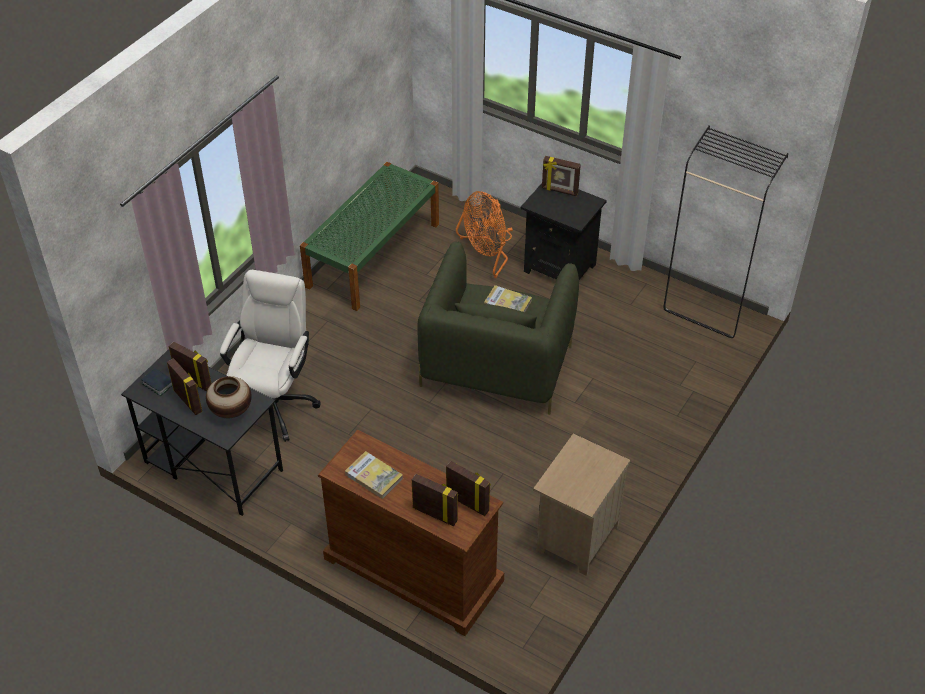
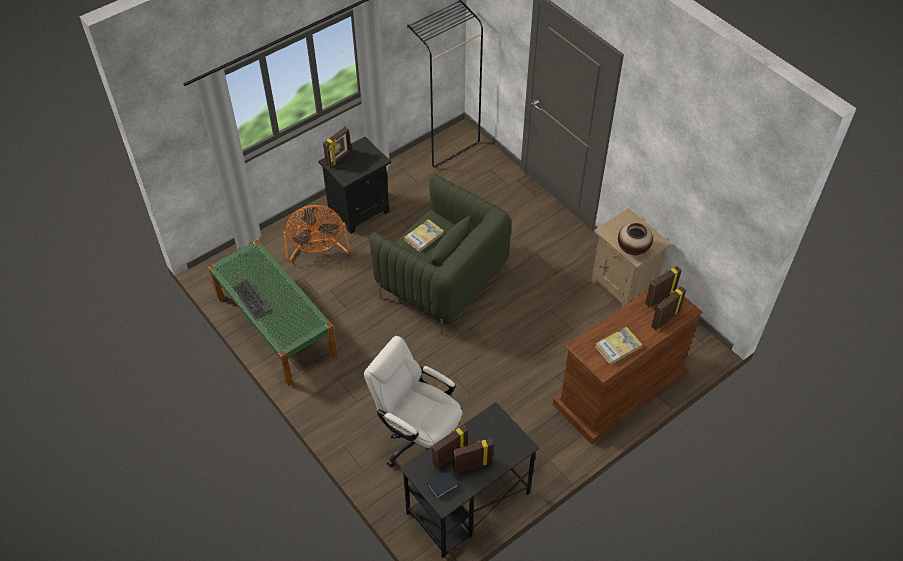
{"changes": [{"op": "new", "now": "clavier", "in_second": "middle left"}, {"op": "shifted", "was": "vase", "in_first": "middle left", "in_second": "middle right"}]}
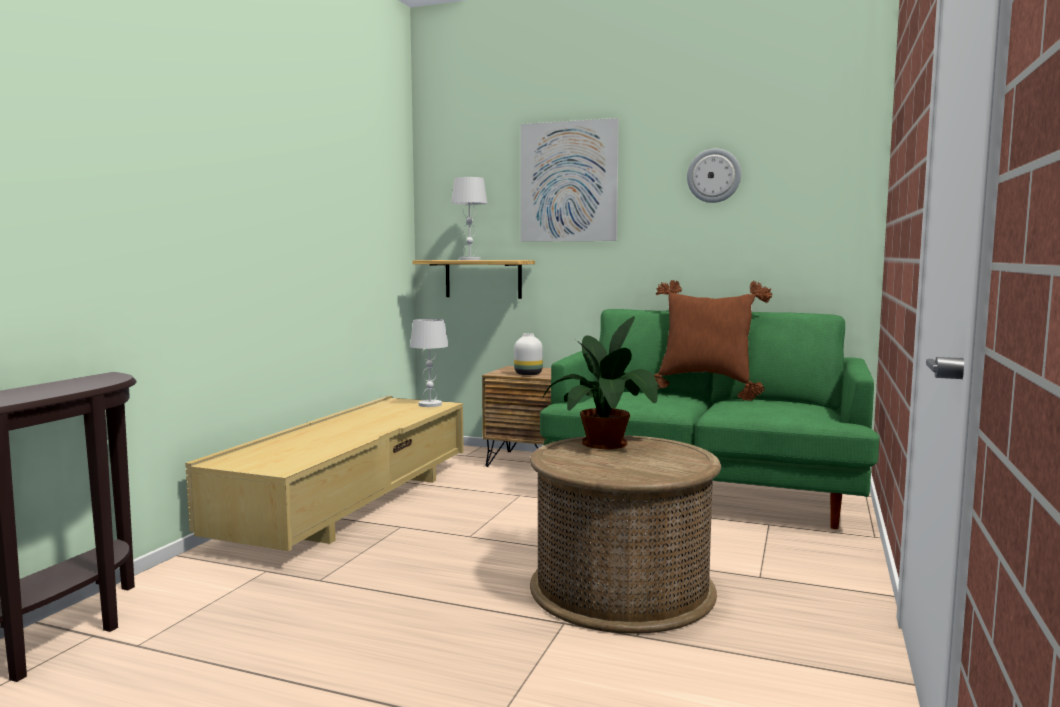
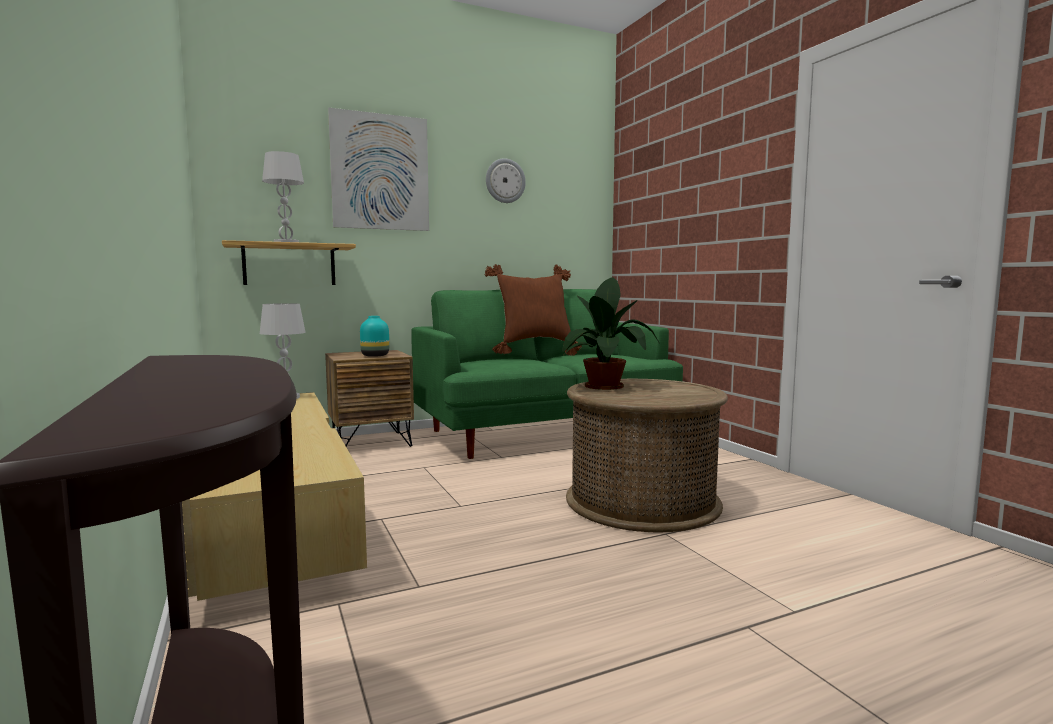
{"changes": [{"op": "repainted", "was": "vase/blanc", "now": "vase/turquoise", "in_first": "centre", "in_second": "centre"}]}
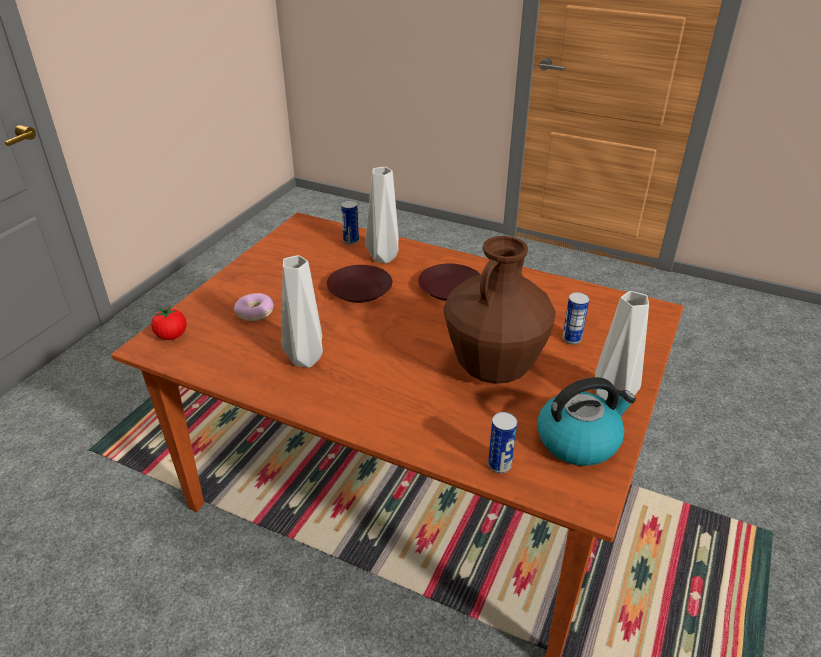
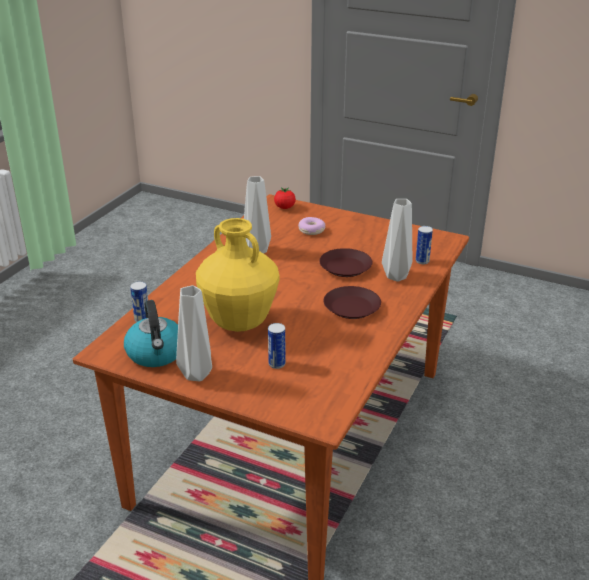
{"changes": [{"op": "repainted", "was": "vase/marron", "now": "vase/jaune", "in_first": "centre", "in_second": "centre"}]}
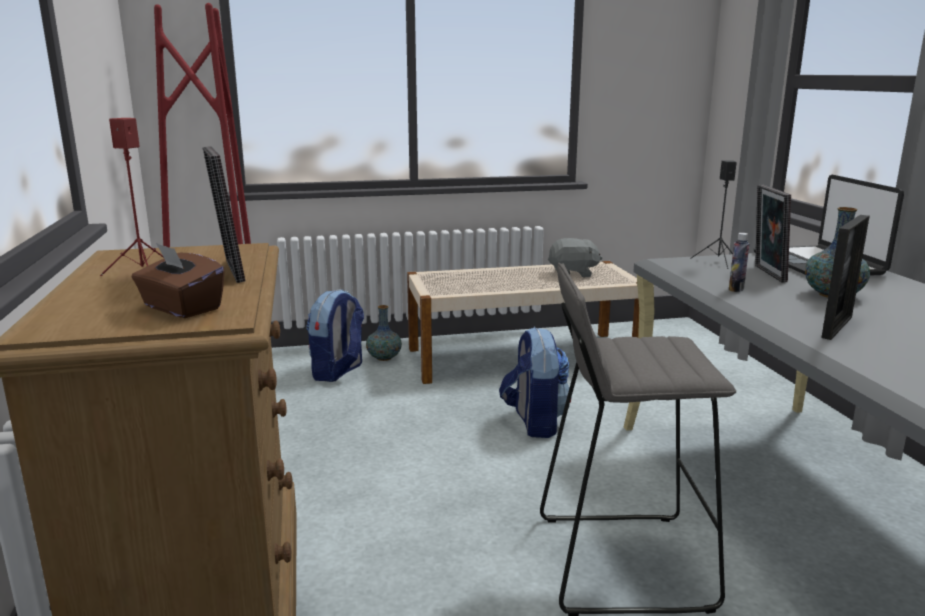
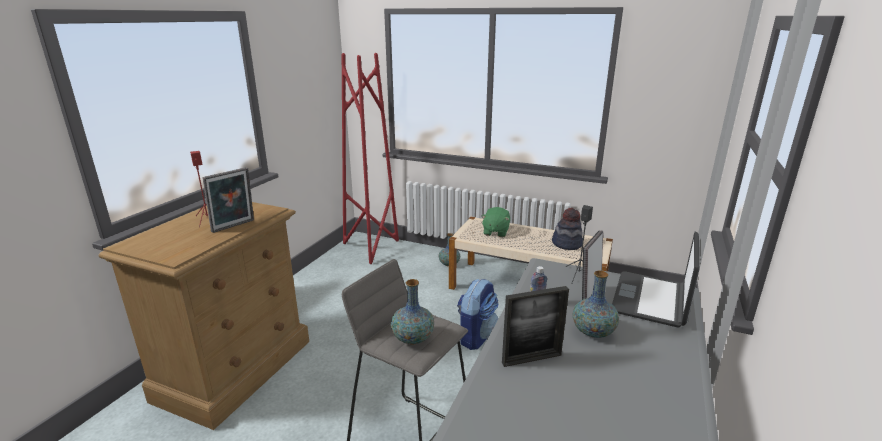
{"changes": [{"op": "rotated", "was": "cadre photo (no. 1 from left)", "in_first": "middle left", "in_second": "middle left", "clockwise": -150}, {"op": "new", "now": "vase (no. 1 from left)", "in_second": "bottom centre"}, {"op": "new", "now": "peluche/vert", "in_second": "centre"}, {"op": "swapped", "was": "peluche/gris", "now": "chapeau", "in_first": "centre", "in_second": "centre"}, {"op": "gone", "was": "boîte à mouchoirs/marron", "in_first": "middle left"}, {"op": "gone", "was": "sac à dos (no. 1 from left)", "in_first": "centre"}]}
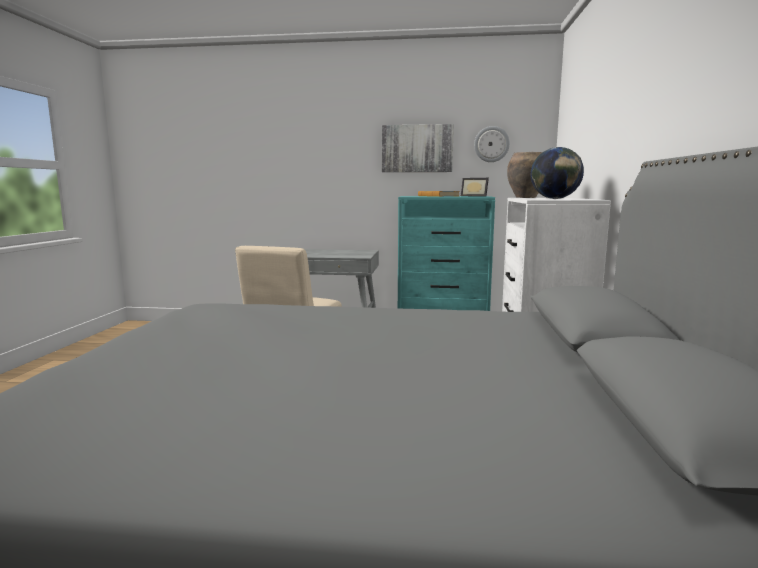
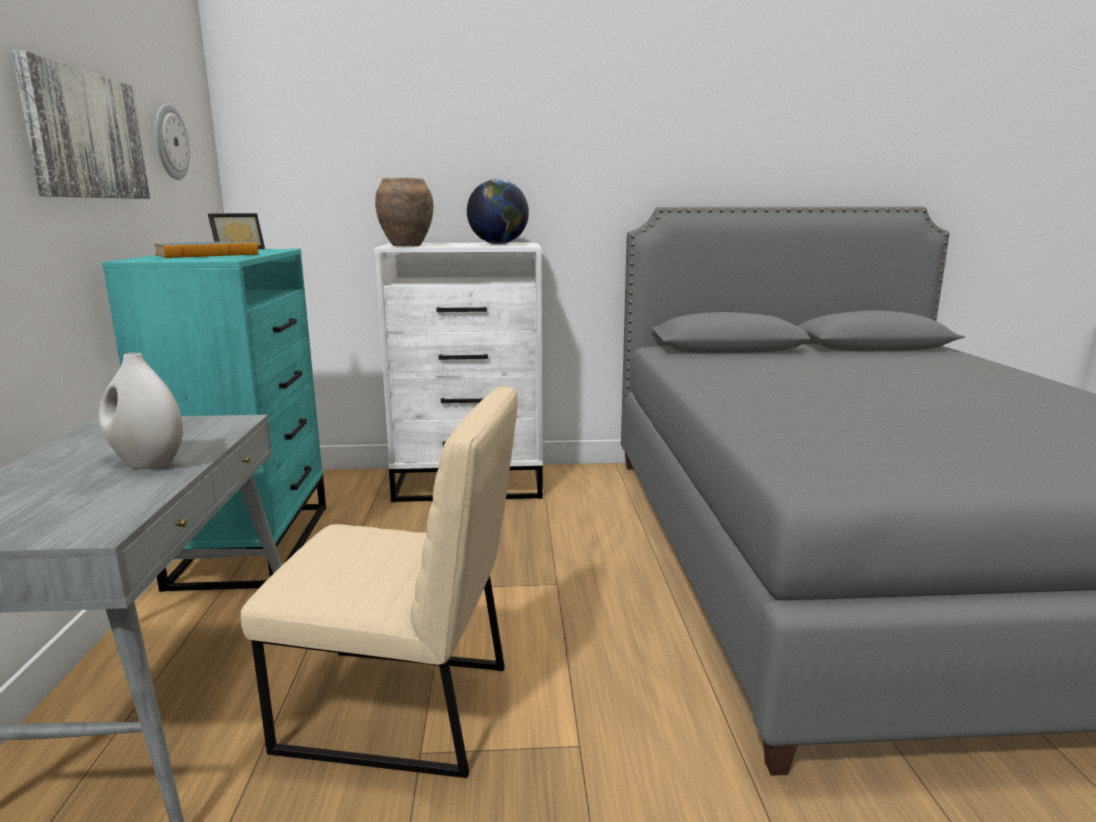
{"changes": [{"op": "new", "now": "vase/blanc", "in_second": "middle left"}]}
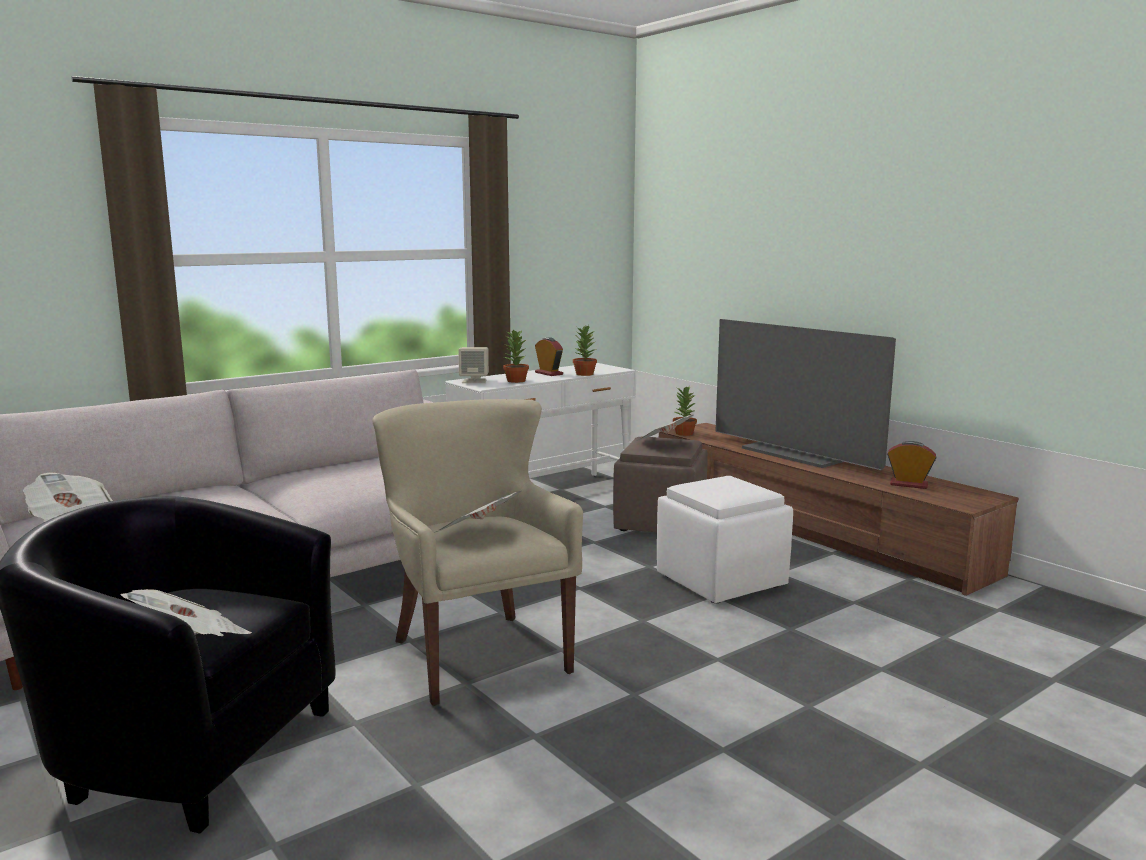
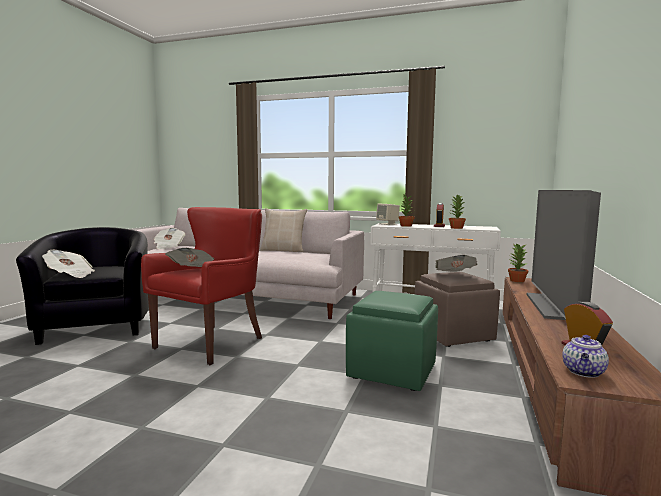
{"changes": [{"op": "repainted", "was": "fauteuil/beige", "now": "fauteuil/rouge", "in_first": "centre", "in_second": "middle left"}, {"op": "new", "now": "coussin/beige", "in_second": "centre"}, {"op": "repainted", "was": "pouf/blanc", "now": "pouf/vert", "in_first": "centre", "in_second": "bottom centre"}, {"op": "new", "now": "théière", "in_second": "bottom right"}]}
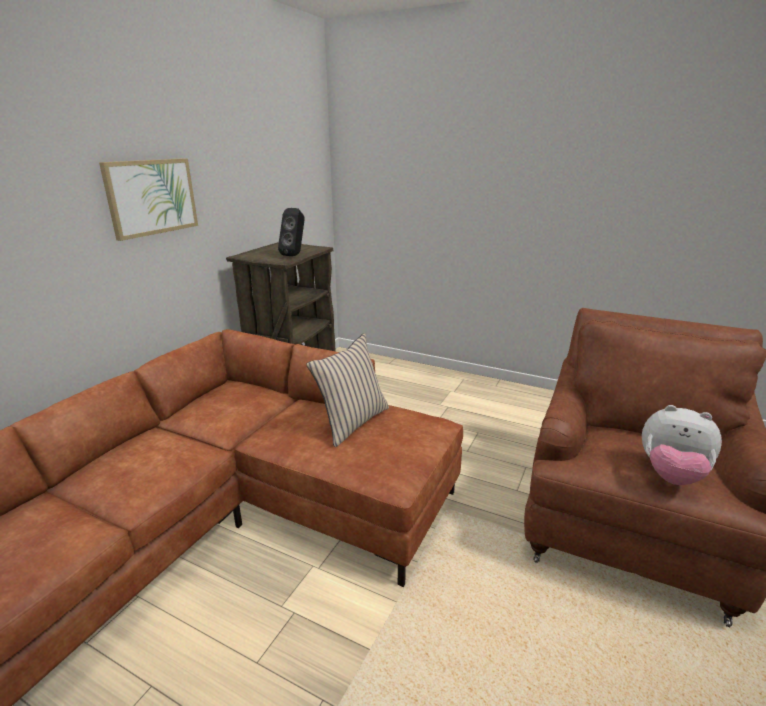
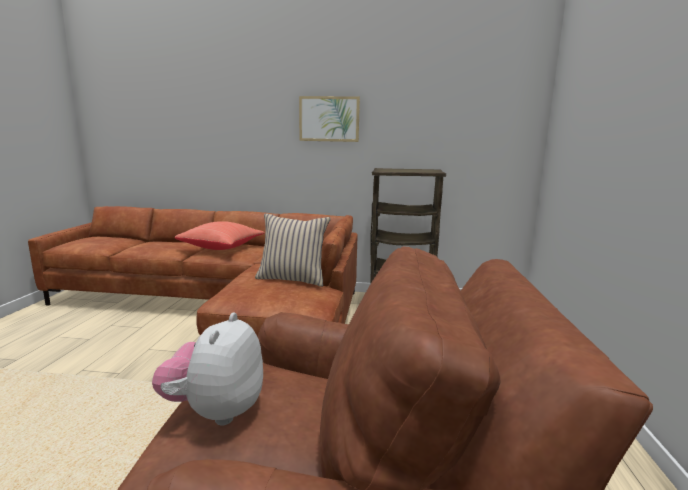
{"changes": [{"op": "new", "now": "coussin/rouge", "in_second": "middle left"}, {"op": "gone", "was": "enceinte/noir", "in_first": "top centre"}]}
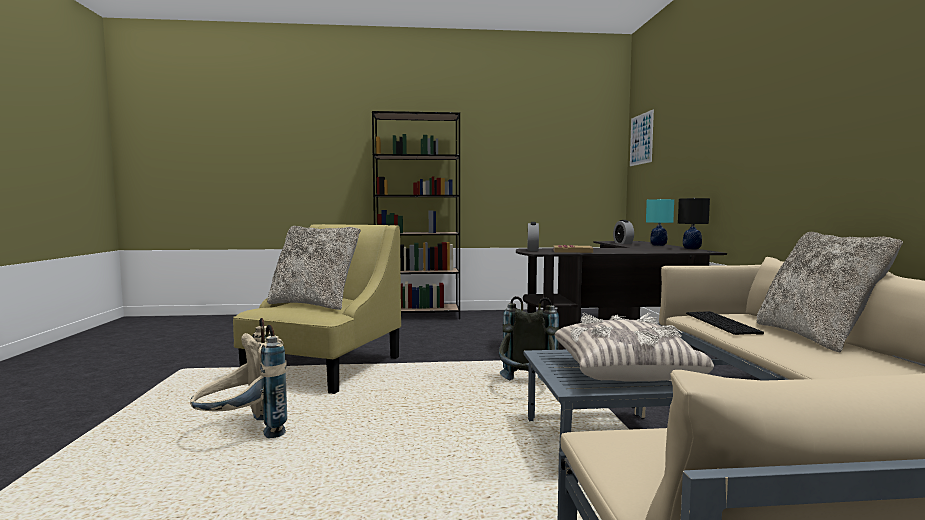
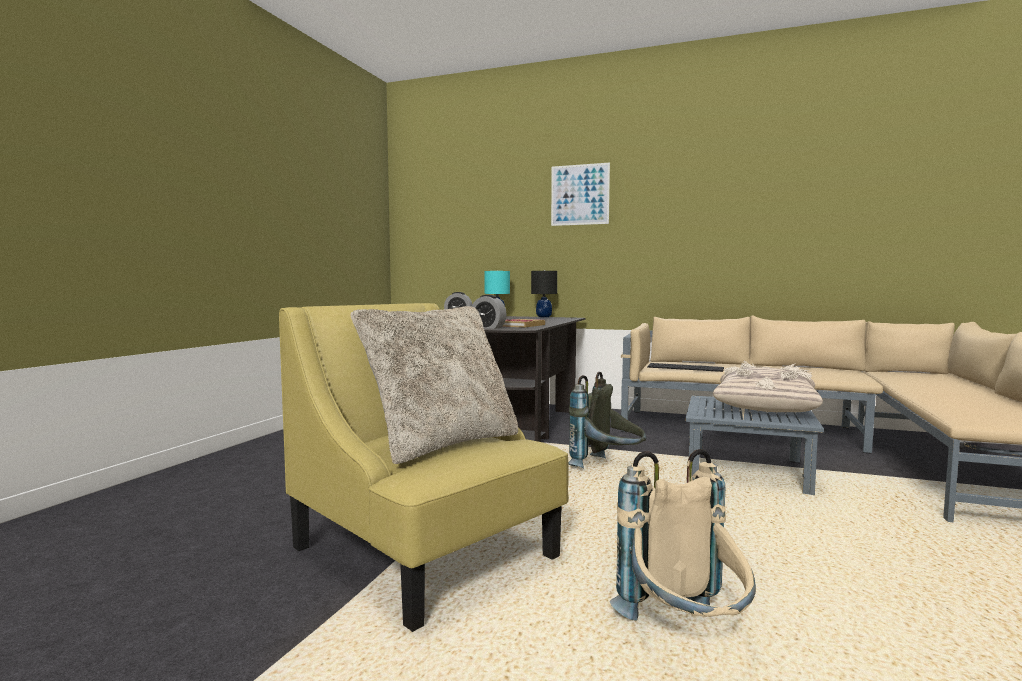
{"changes": [{"op": "shifted", "was": "tableau", "in_first": "top right", "in_second": "top centre"}, {"op": "gone", "was": "bibliothèque/beige", "in_first": "centre"}, {"op": "gone", "was": "coussin/beige (no. 3 from left)", "in_first": "middle right"}]}
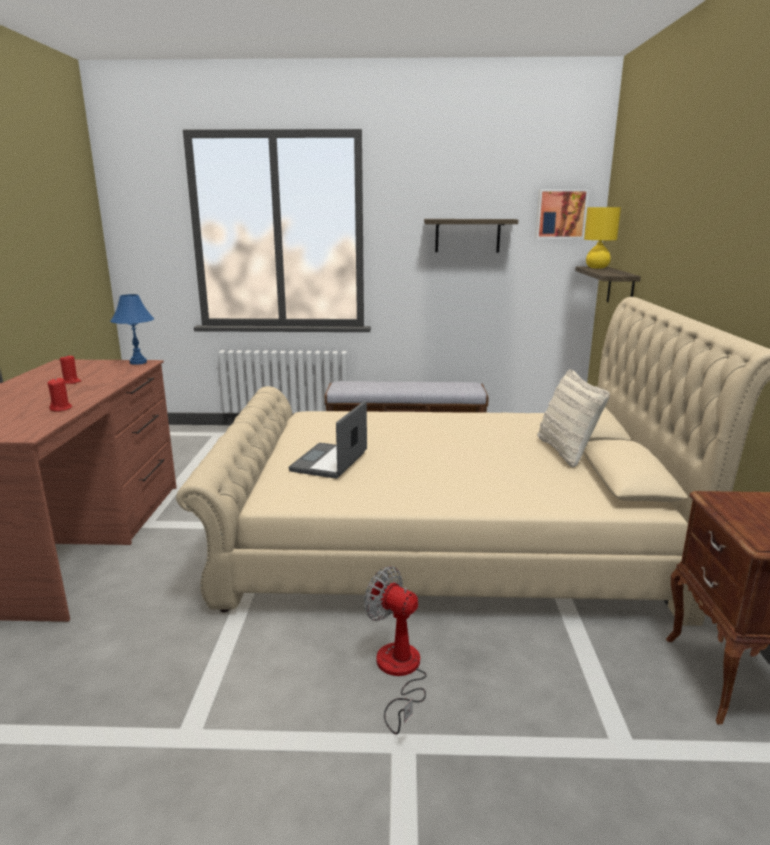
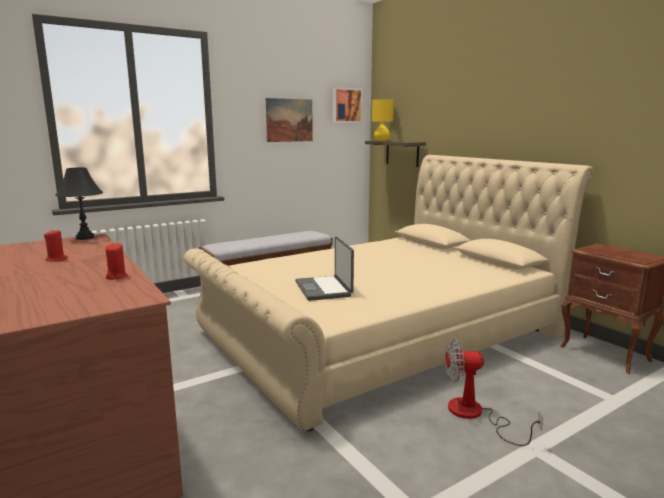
{"changes": [{"op": "repainted", "was": "lampe de table/bleu", "now": "lampe de table/noir", "in_first": "middle left", "in_second": "middle left"}, {"op": "swapped", "was": "étagère (no. 1 from left)", "now": "tableau (no. 1 from left)", "in_first": "top centre", "in_second": "top centre"}, {"op": "gone", "was": "coussin/beige", "in_first": "middle right"}]}
